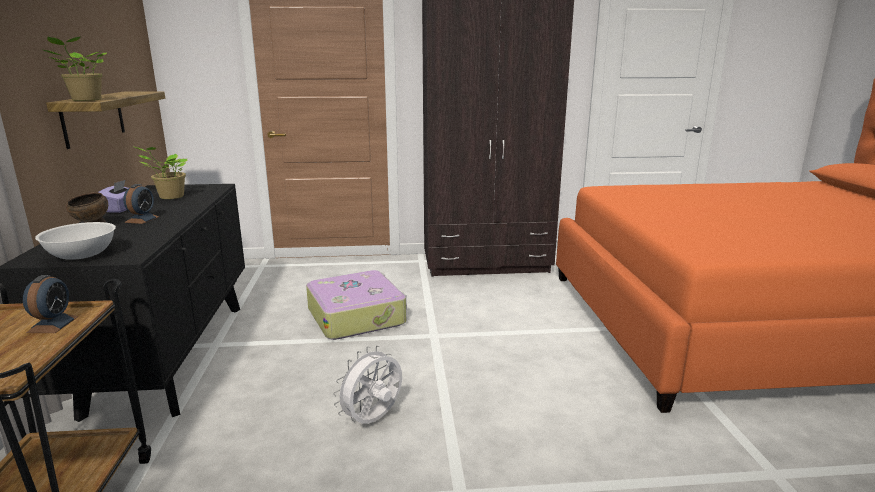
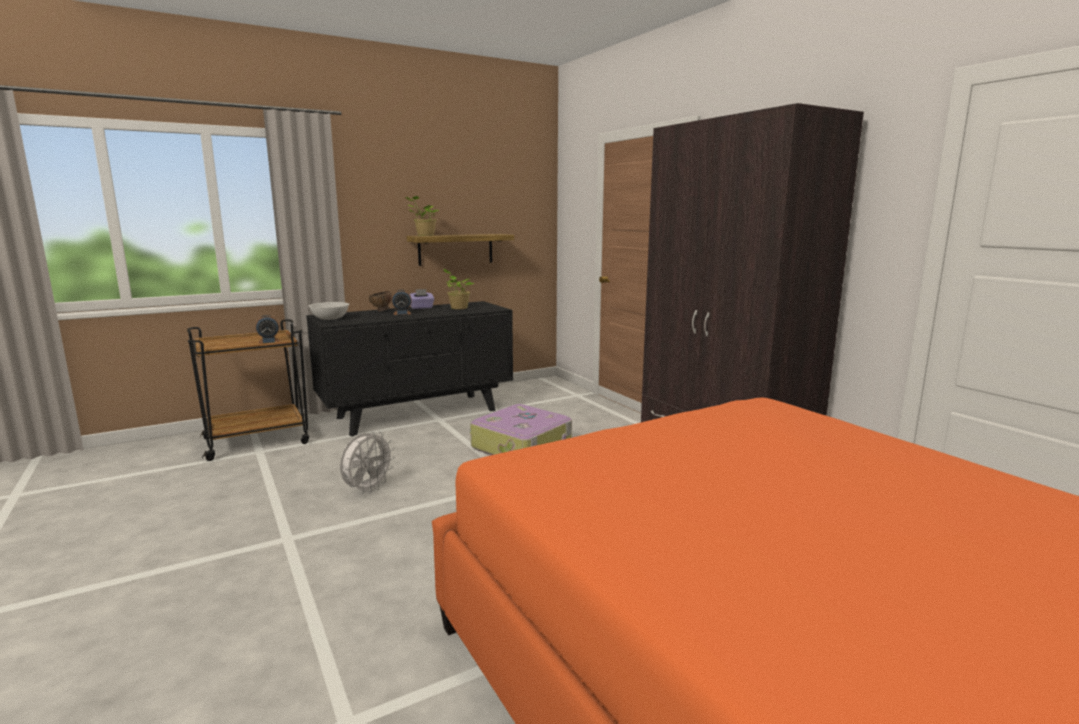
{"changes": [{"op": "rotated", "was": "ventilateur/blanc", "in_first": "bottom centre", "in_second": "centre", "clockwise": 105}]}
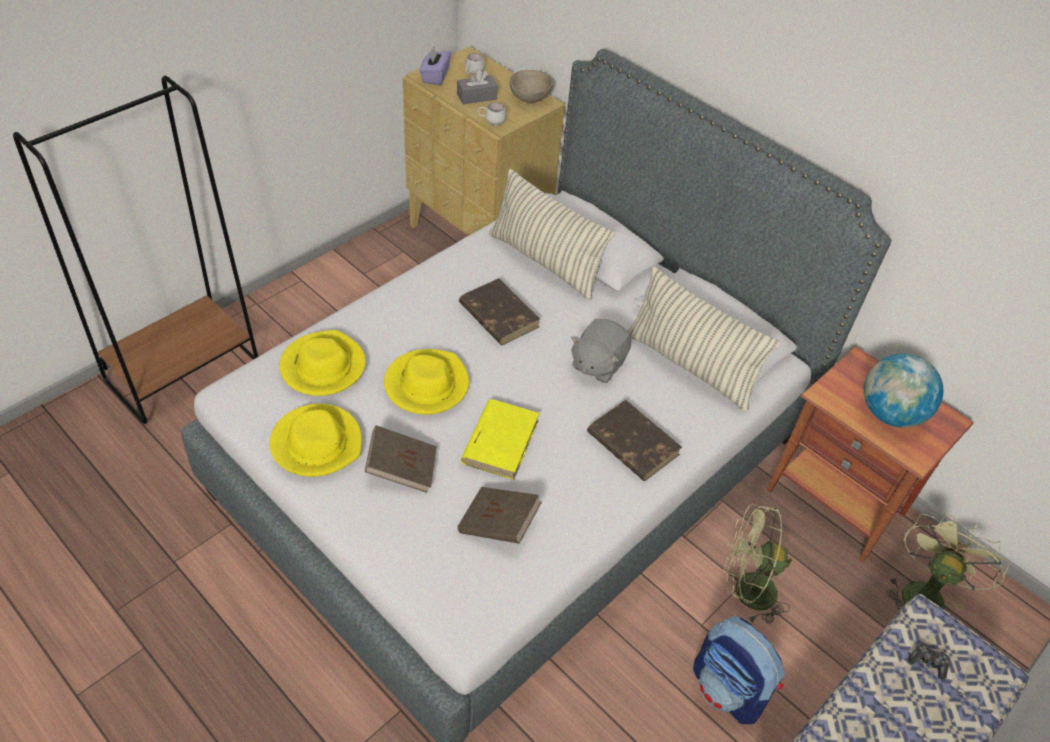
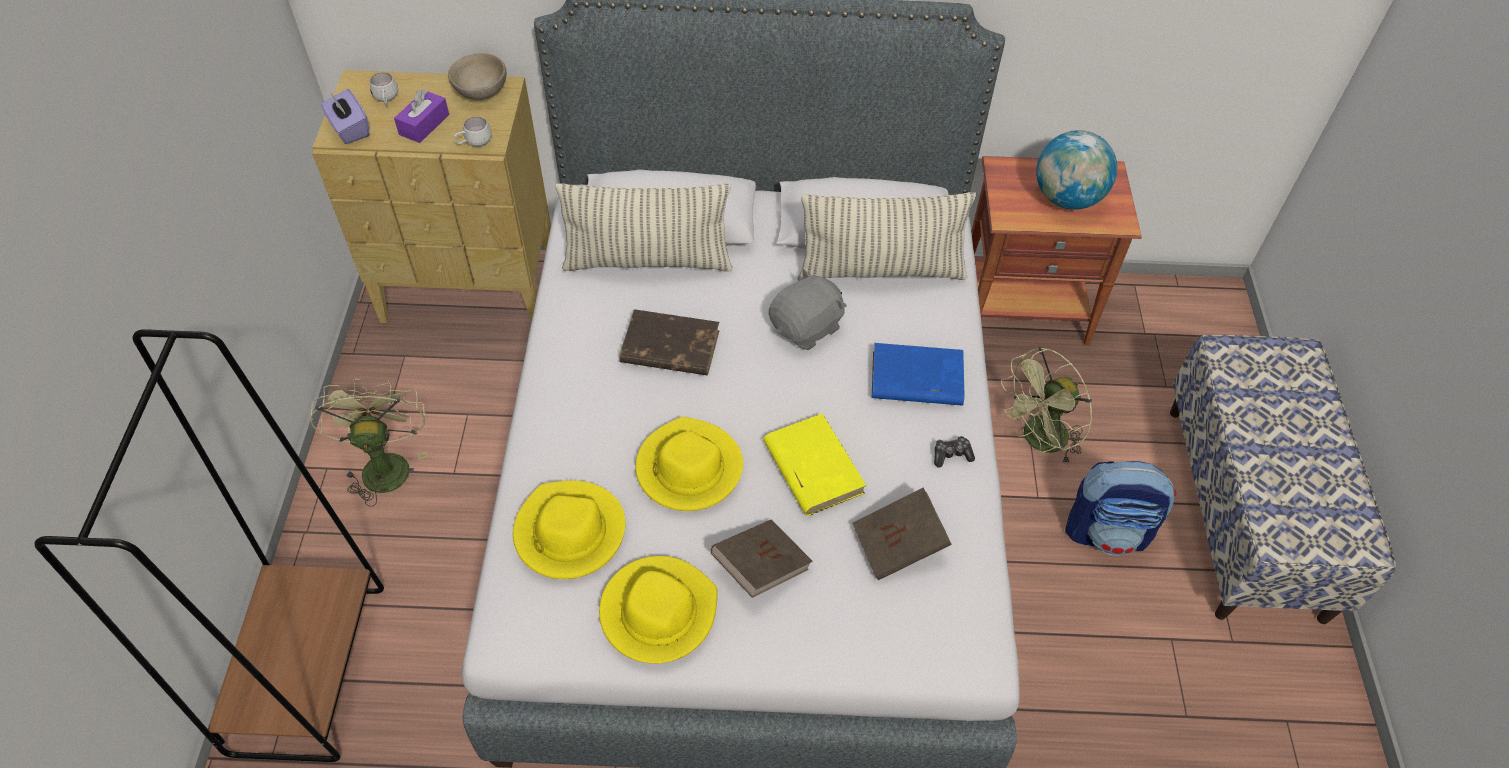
{"changes": [{"op": "shifted", "was": "ventilateur/vert (no. 2 from left in the first image)", "now": "ventilateur/vert (no. 1 from left)", "in_first": "bottom right", "in_second": "middle left"}, {"op": "repainted", "was": "boîte à mouchoirs/gris", "now": "boîte à mouchoirs/violet (no. 2 from left)", "in_first": "top centre", "in_second": "top left"}, {"op": "rotated", "was": "peluche/gris", "in_first": "centre", "in_second": "centre", "clockwise": -120}, {"op": "repainted", "was": "livre/marron (no. 4 from left)", "now": "livre/bleu", "in_first": "centre", "in_second": "centre"}, {"op": "shifted", "was": "manette", "in_first": "bottom right", "in_second": "centre"}]}
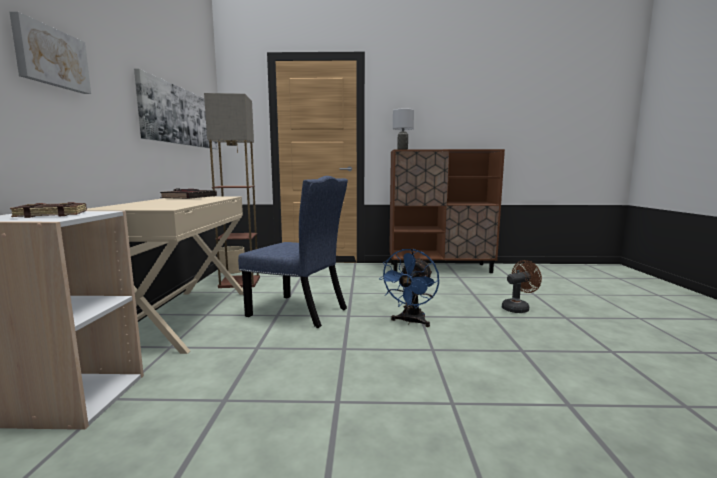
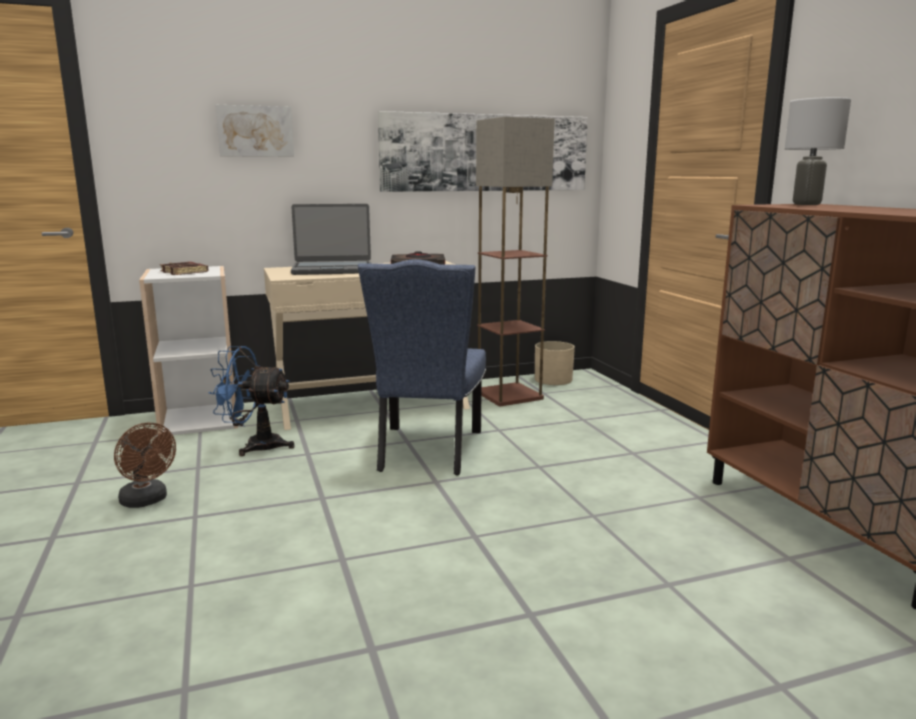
{"changes": [{"op": "shifted", "was": "ventilateur/marron", "in_first": "middle right", "in_second": "middle left"}, {"op": "shifted", "was": "ventilateur/bleu", "in_first": "centre", "in_second": "middle left"}, {"op": "new", "now": "ordinateur portable", "in_second": "top centre"}]}
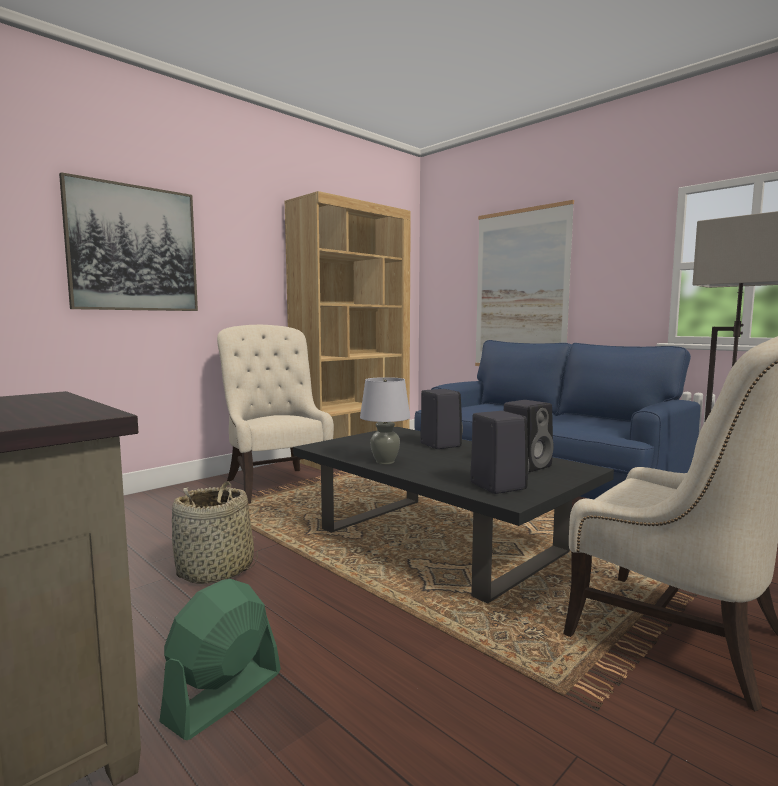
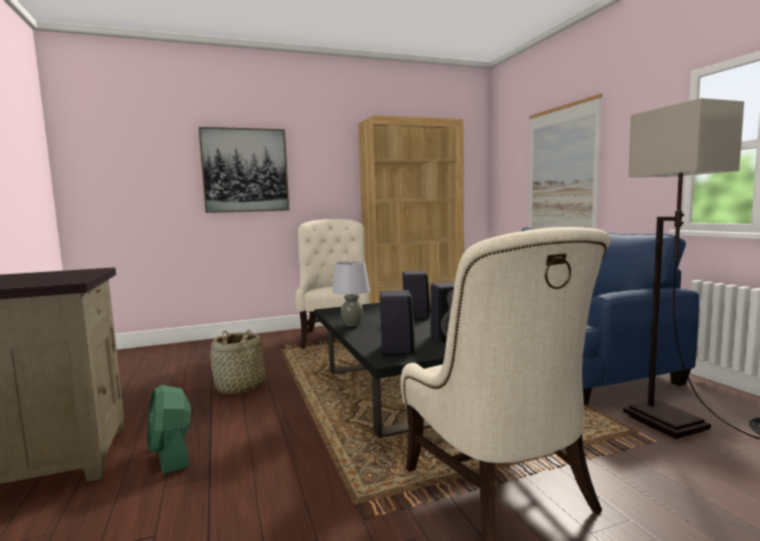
{"changes": [{"op": "rotated", "was": "ventilateur/vert", "in_first": "bottom left", "in_second": "bottom left", "clockwise": -90}]}
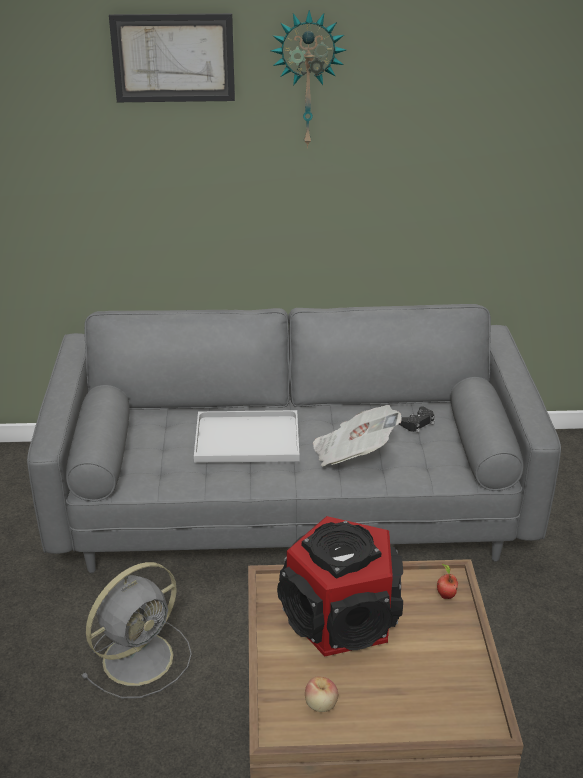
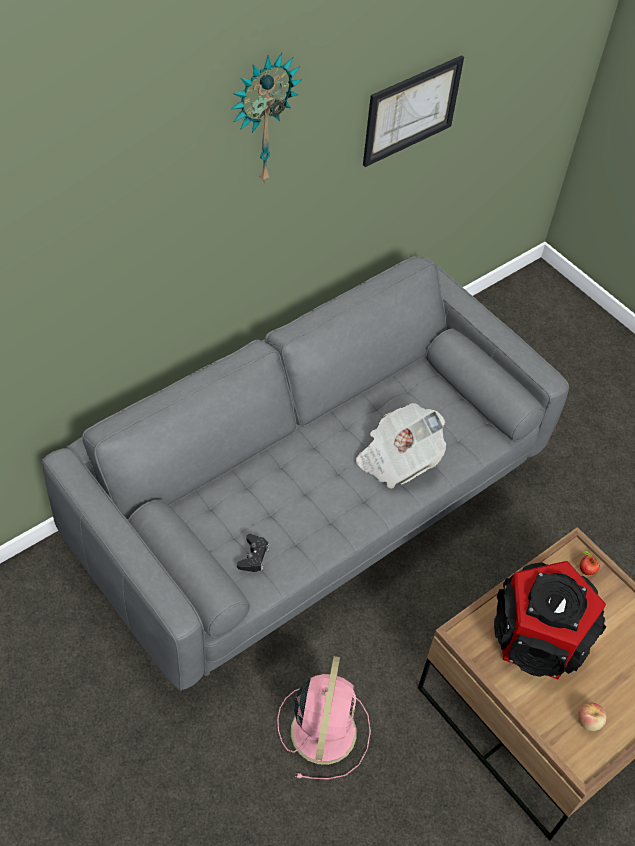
{"changes": [{"op": "shifted", "was": "manette/noir", "in_first": "middle right", "in_second": "centre"}, {"op": "repainted", "was": "ventilateur/gris", "now": "ventilateur/rose", "in_first": "bottom left", "in_second": "bottom centre"}, {"op": "shifted", "was": "tableau", "in_first": "top left", "in_second": "top centre"}, {"op": "gone", "was": "plateau/blanc", "in_first": "centre"}]}
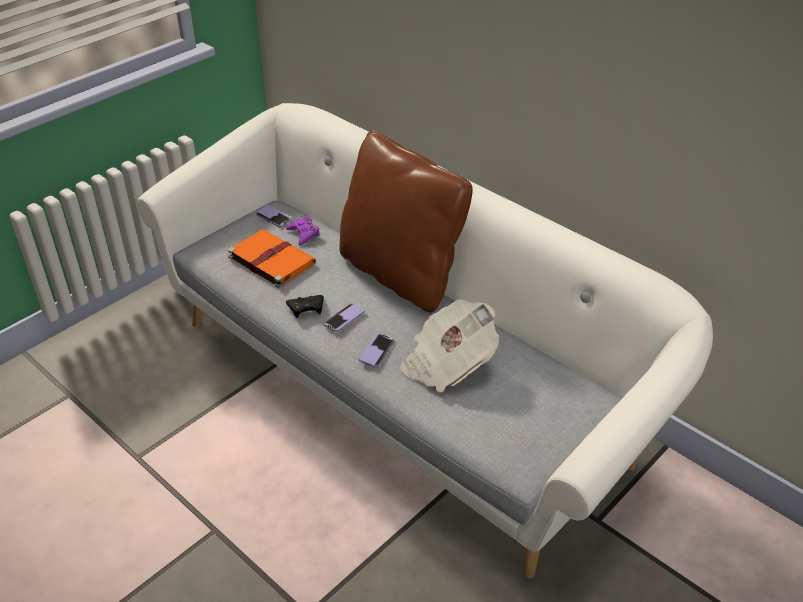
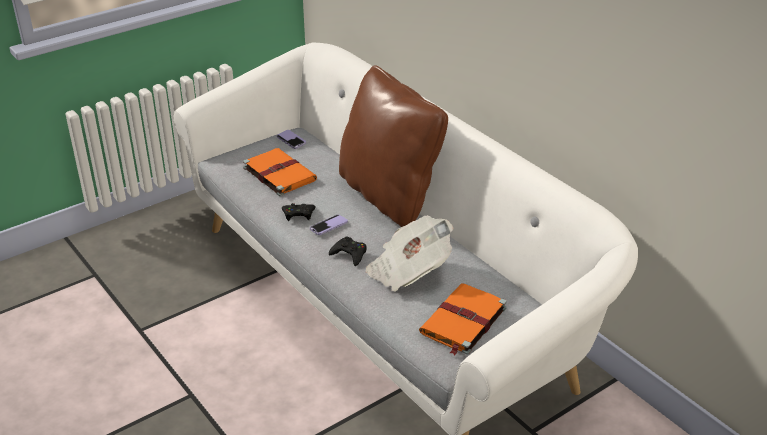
{"changes": [{"op": "swapped", "was": "téléphone (no. 3 from left)", "now": "manette/noir (no. 2 from left)", "in_first": "centre", "in_second": "centre"}, {"op": "new", "now": "livre/orange (no. 2 from left)", "in_second": "bottom centre"}, {"op": "gone", "was": "manette/violet", "in_first": "centre"}]}
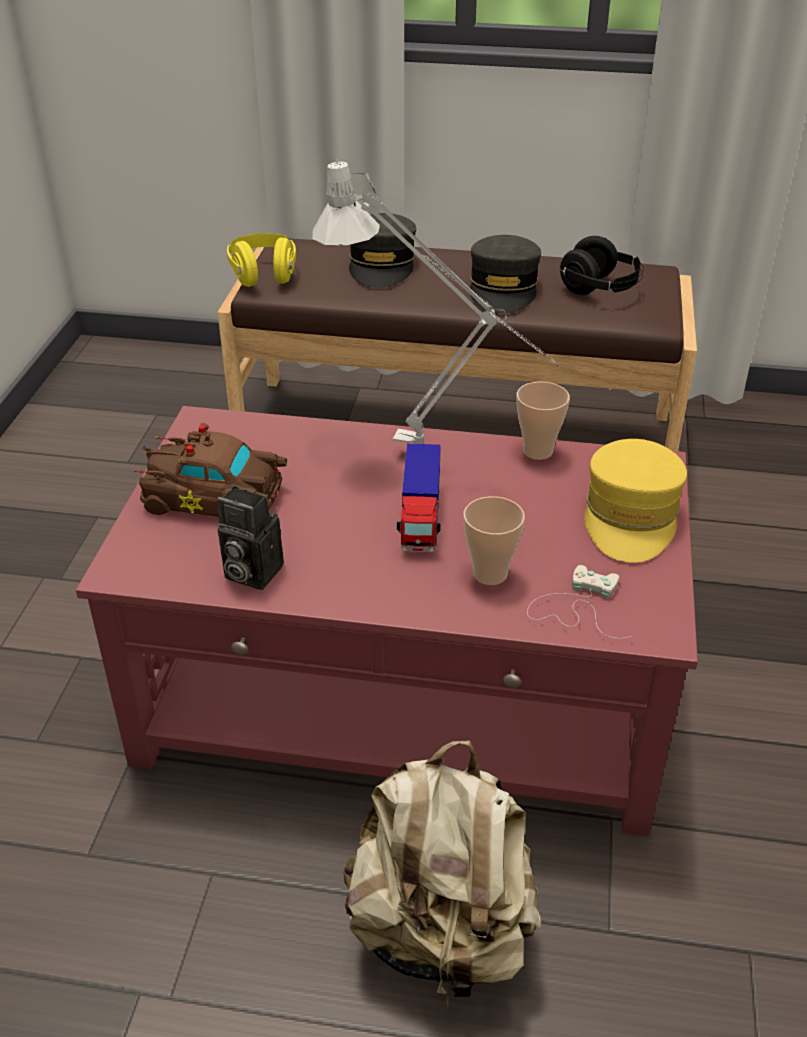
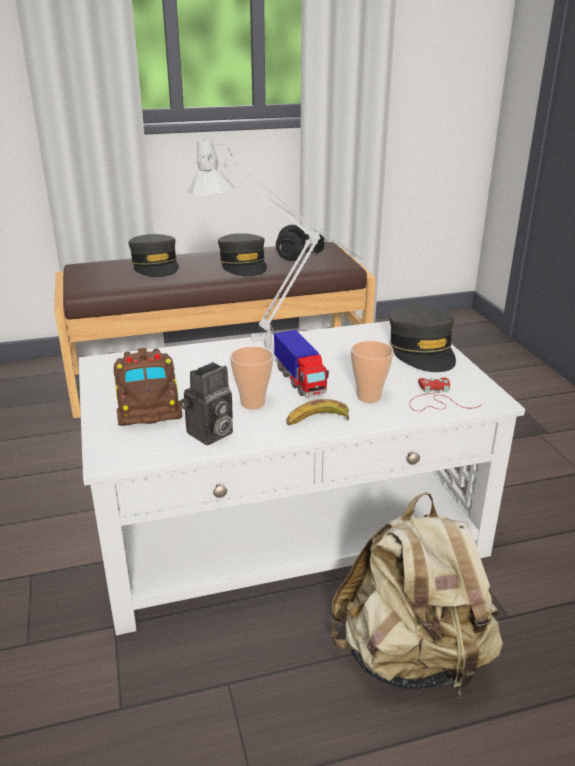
{"changes": [{"op": "repainted", "was": "table basse/rouge", "now": "table basse/blanc", "in_first": "centre", "in_second": "centre"}, {"op": "rotated", "was": "petite voiture/marron", "in_first": "middle left", "in_second": "middle left", "clockwise": -90}, {"op": "rotated", "was": "appareil photo", "in_first": "middle left", "in_second": "centre", "clockwise": -45}, {"op": "shifted", "was": "tasse (no. 2 from left in the first image)", "now": "tasse (no. 1 from left)", "in_first": "middle right", "in_second": "centre"}, {"op": "new", "now": "banane", "in_second": "centre"}, {"op": "repainted", "was": "casquette/jaune", "now": "casquette/gris (no. 3 from left)", "in_first": "middle right", "in_second": "middle right"}, {"op": "repainted", "was": "manette/blanc", "now": "manette/rouge", "in_first": "middle right", "in_second": "middle right"}, {"op": "gone", "was": "casque audio/jaune", "in_first": "top left"}]}
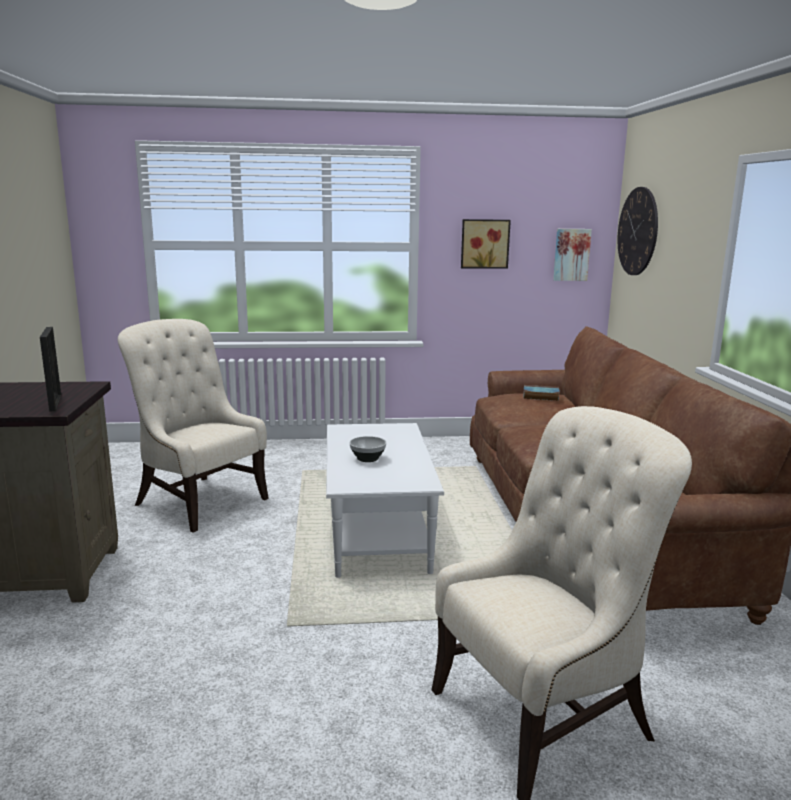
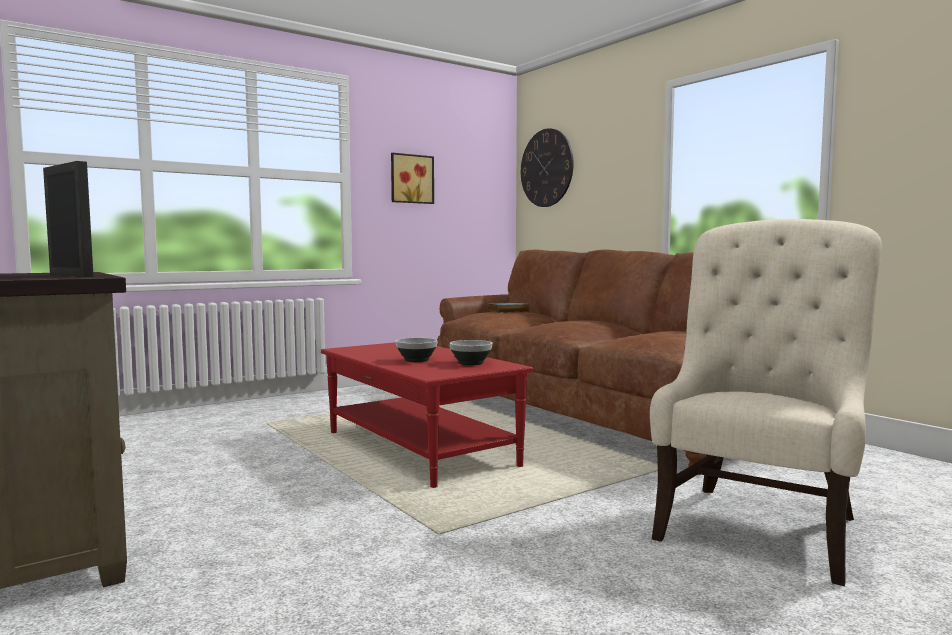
{"changes": [{"op": "repainted", "was": "table basse/blanc", "now": "table basse/rouge", "in_first": "centre", "in_second": "centre"}, {"op": "new", "now": "bol (no. 2 from left)", "in_second": "centre"}, {"op": "gone", "was": "fauteuil/beige (no. 1 from left)", "in_first": "middle left"}, {"op": "gone", "was": "tableau (no. 2 from left)", "in_first": "top right"}]}
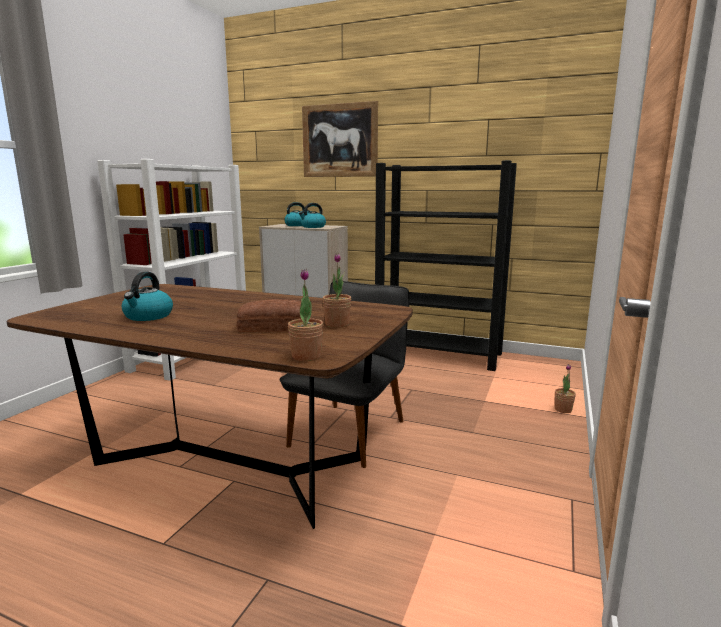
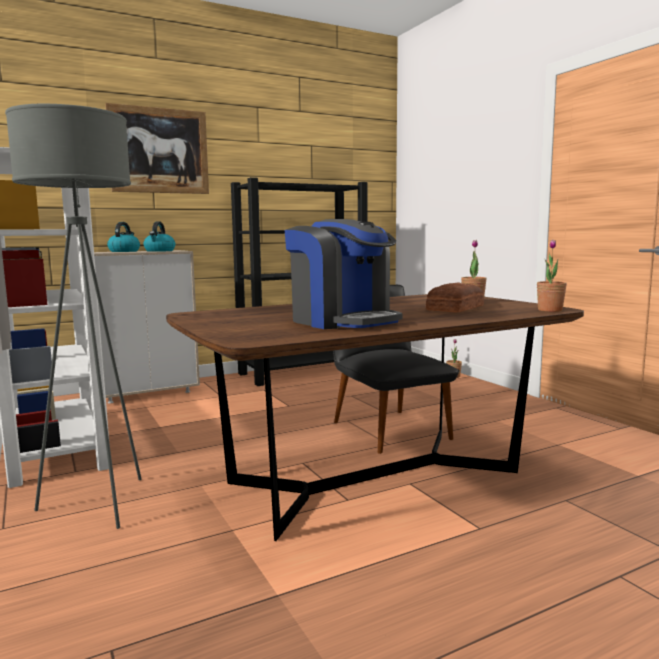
{"changes": [{"op": "new", "now": "lampadaire/gris", "in_second": "middle left"}, {"op": "swapped", "was": "bouilloire (no. 1 from left)", "now": "machine à café", "in_first": "middle left", "in_second": "centre"}]}
